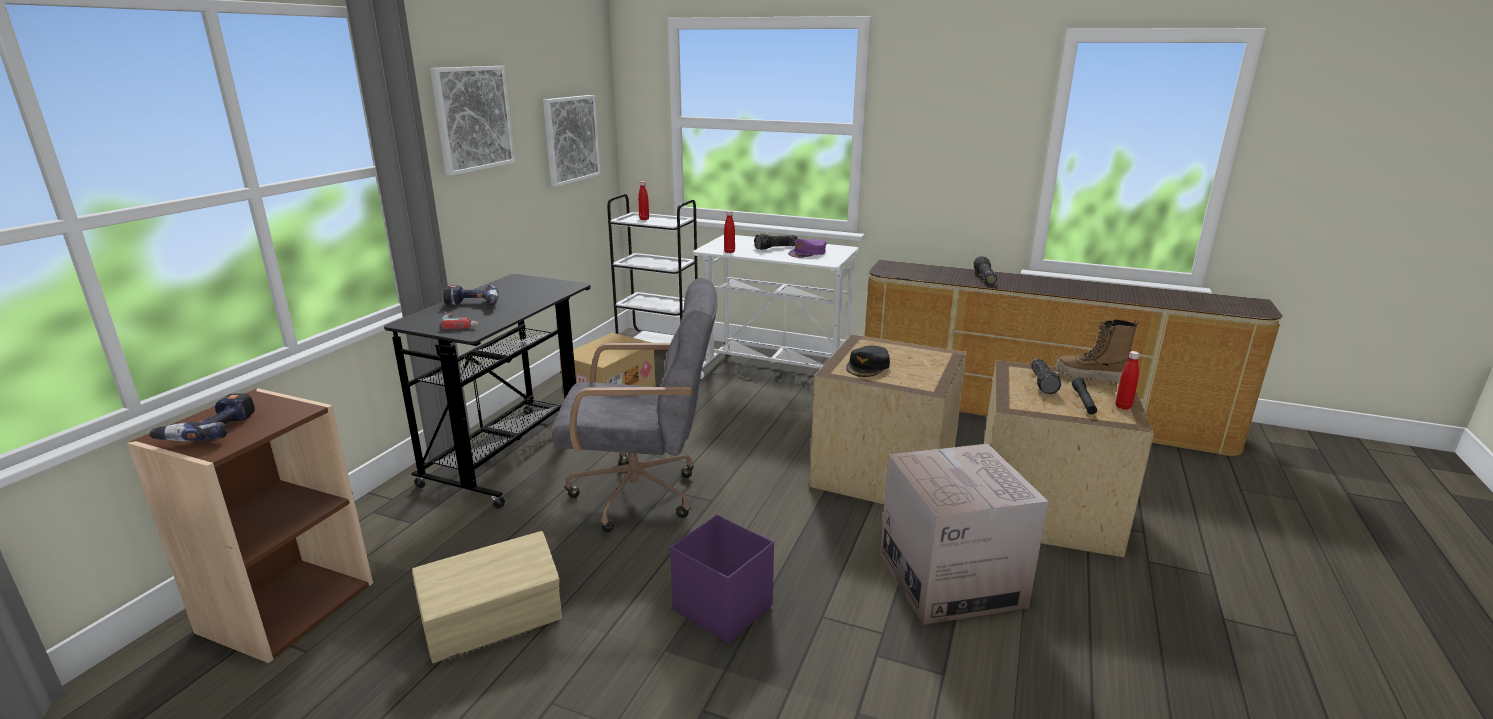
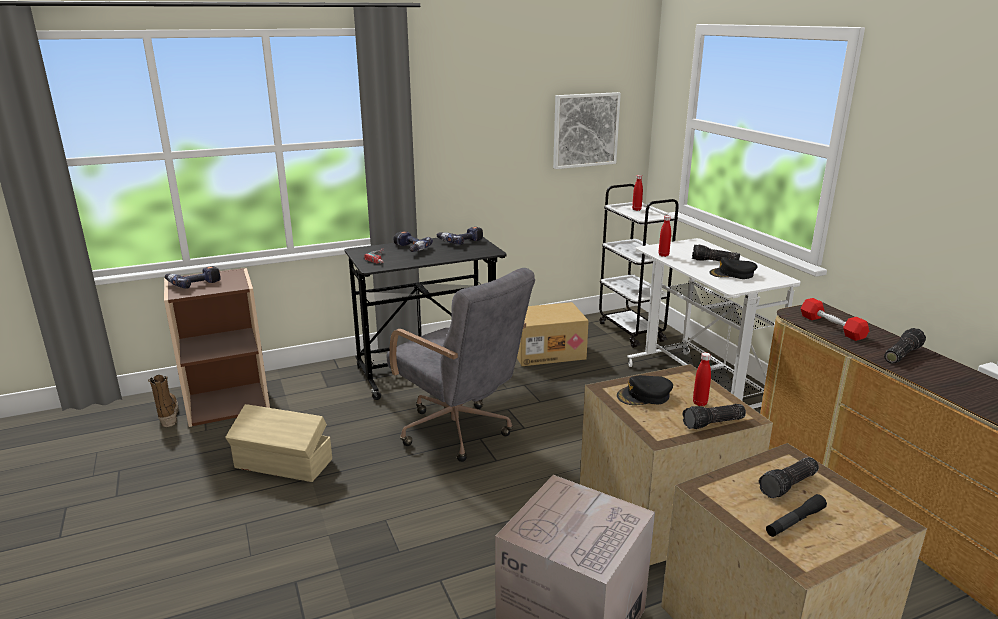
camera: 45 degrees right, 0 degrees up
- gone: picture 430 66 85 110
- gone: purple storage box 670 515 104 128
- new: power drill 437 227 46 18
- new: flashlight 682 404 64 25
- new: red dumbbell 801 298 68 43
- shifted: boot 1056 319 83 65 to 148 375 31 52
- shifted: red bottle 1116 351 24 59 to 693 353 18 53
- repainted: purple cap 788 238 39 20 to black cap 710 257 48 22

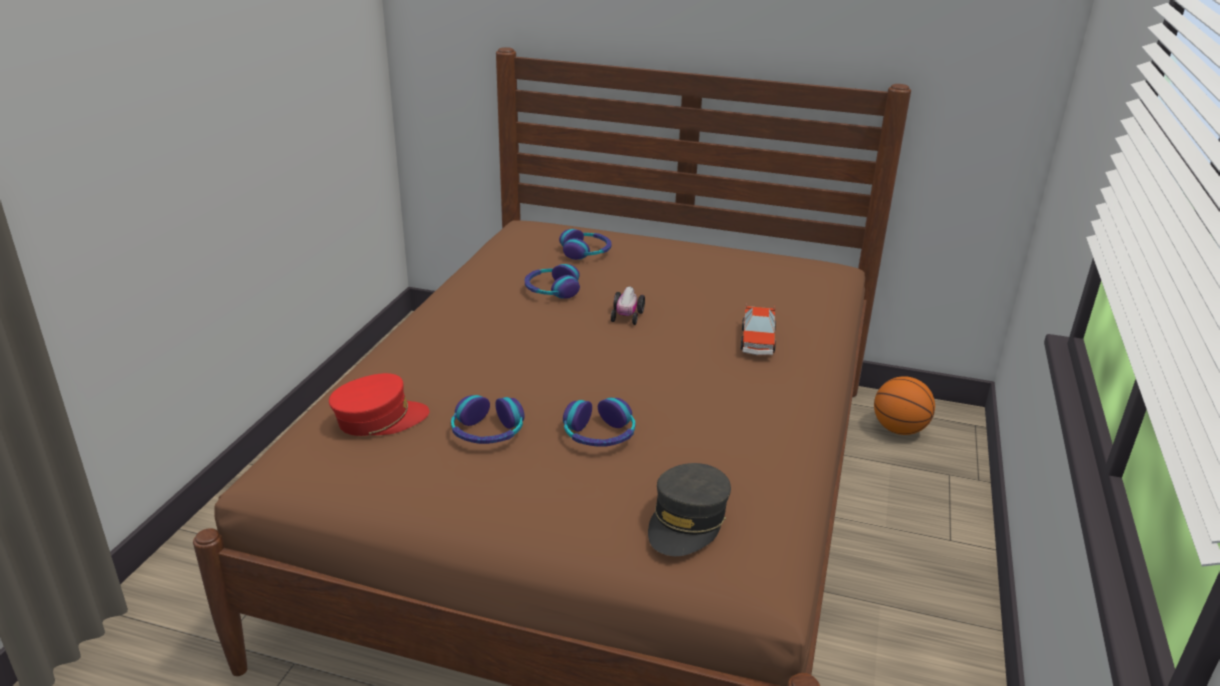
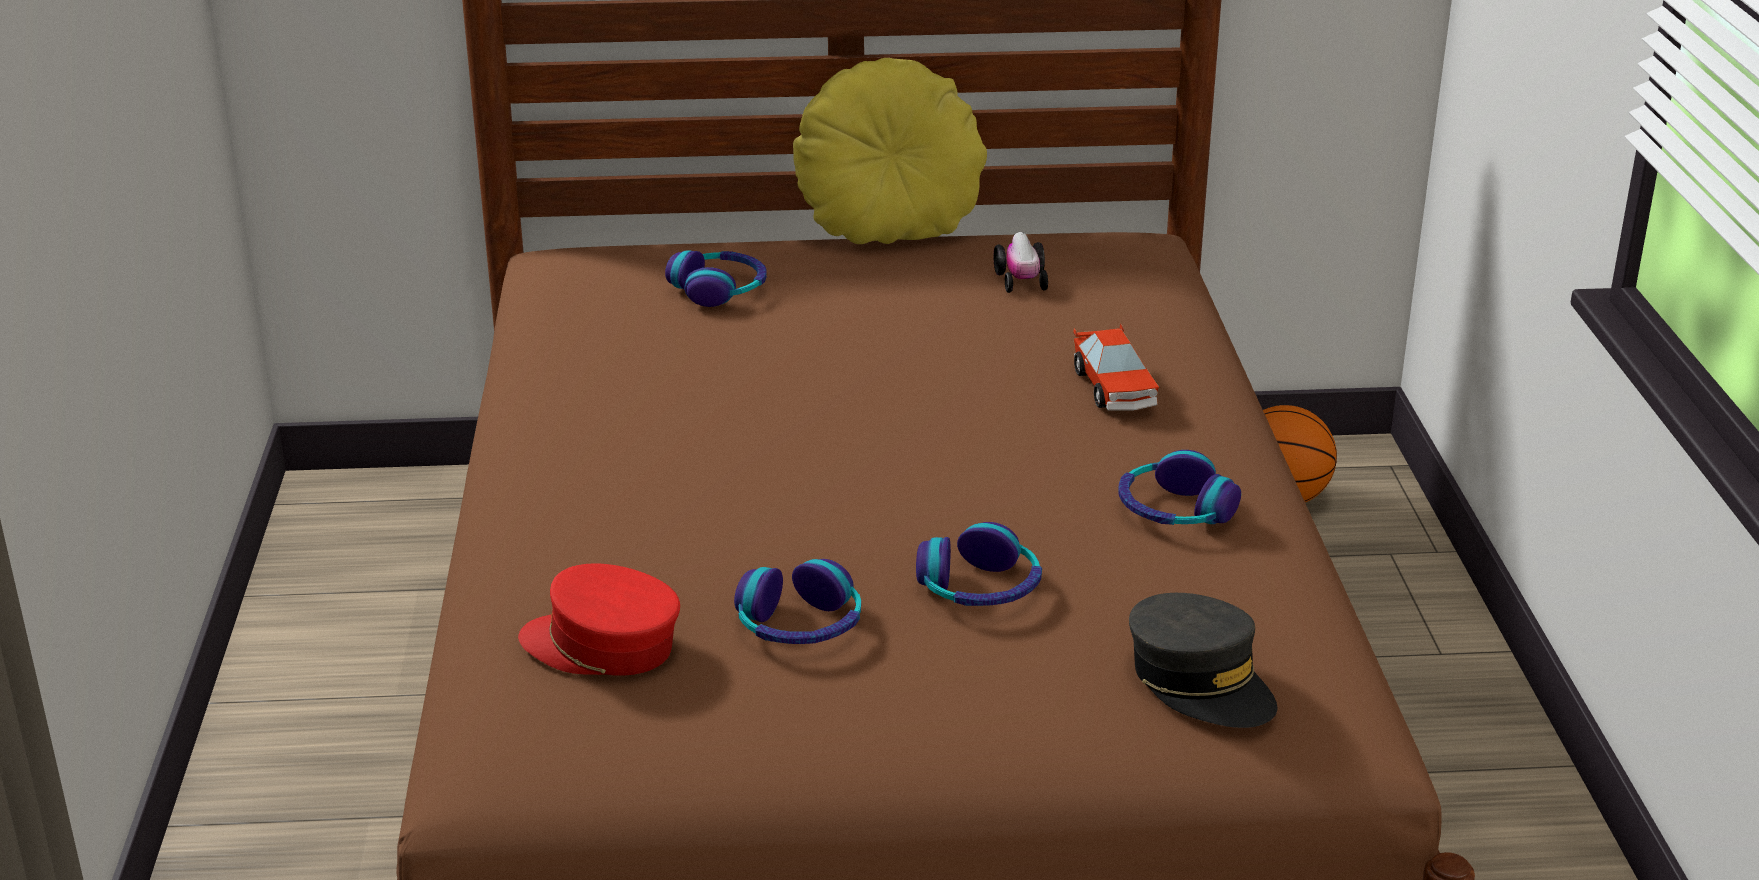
camera: 20 degrees left, 0 degrees up
- new: yellow pillow 793 58 194 186
- shifted: headphones 525 264 55 35 to 1118 450 123 75
- shifted: toy car 611 286 34 39 to 994 232 54 61
- rotated: red cap 329 373 101 63 = 518 563 162 113 120 degrees counterclockwise
- rotated: grey cap 648 463 83 93 = 1129 593 148 135 45 degrees counterclockwise

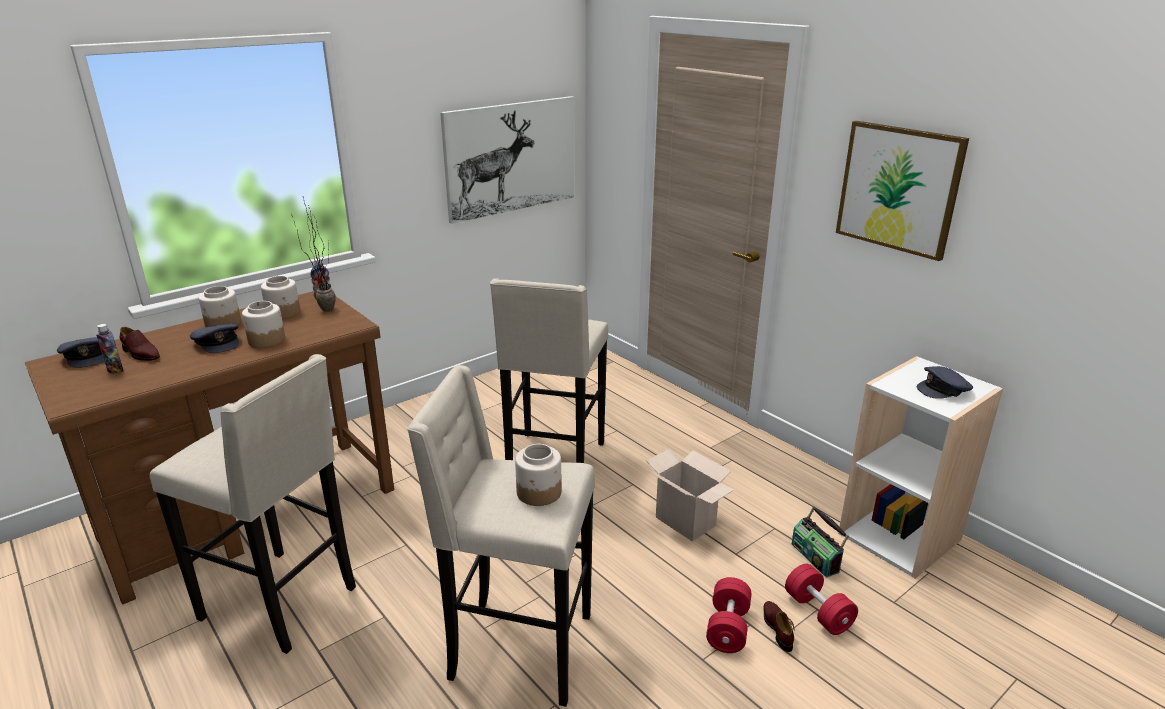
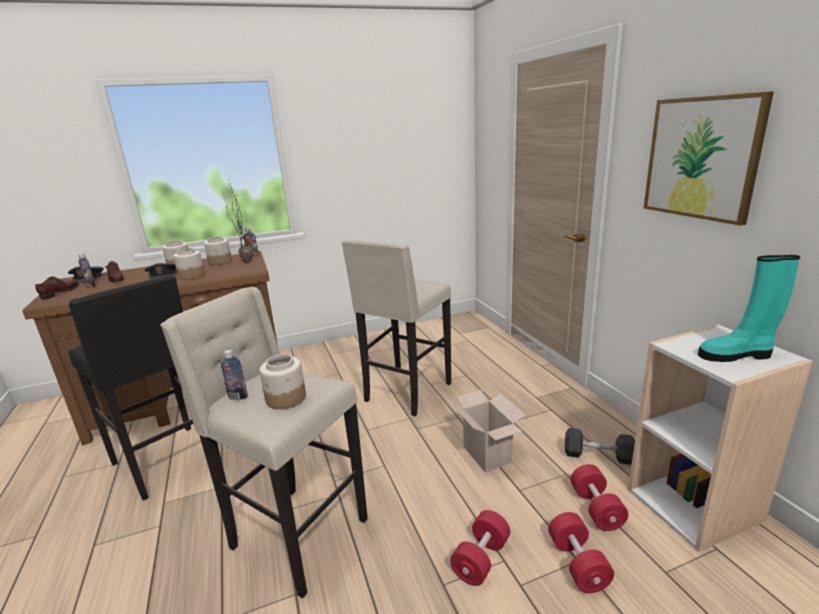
camera: 20 degrees right, 5 degrees down
- gone: picture 440 96 135 128
- new: bottle 221 350 27 50
- new: grey dumbbell 565 428 70 37
- shifted: brown shoe 764 601 31 51 to 35 276 44 24
- swapped: radio 792 506 57 72 to red dumbbell 571 464 57 67
- swapped: grey cap 917 366 56 33 to turquoise boot 698 255 102 107
- repainted: beige stool 150 354 206 300 to black stool 68 275 126 225

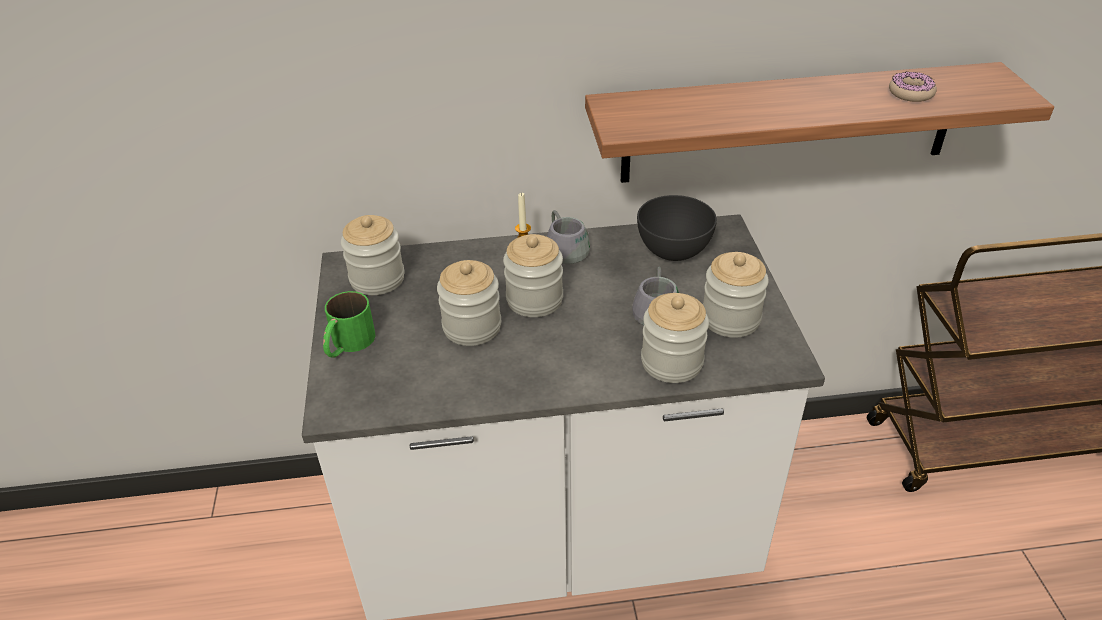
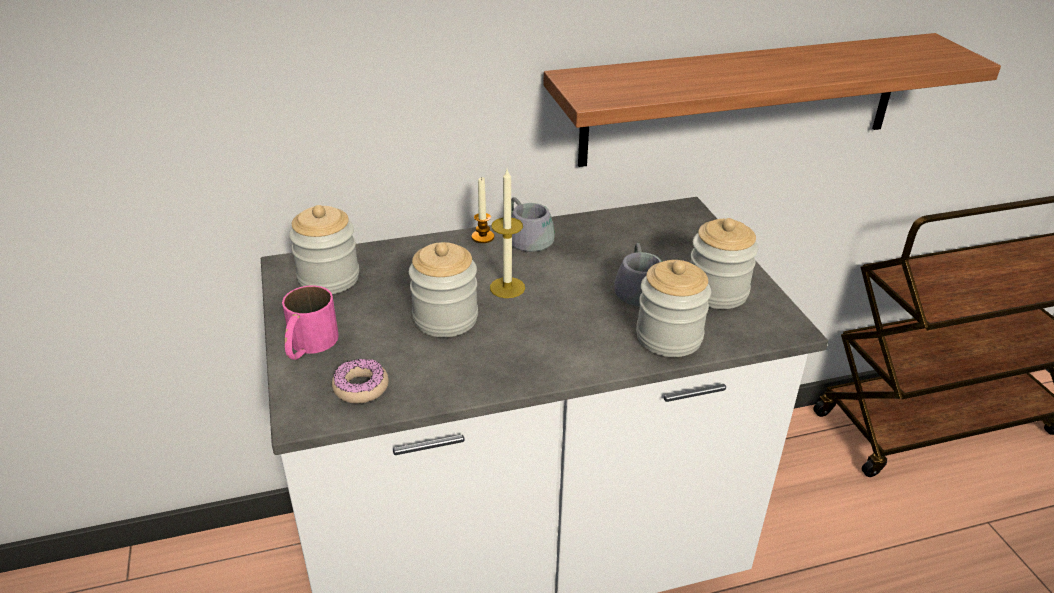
camera: 10 degrees left, 5 degrees down
- gone: grey bowl 637 195 80 66
- shifted: donut 889 72 48 30 to 332 359 57 45
- swapped: jar 503 234 60 83 to candle 490 169 35 129
- repainted: green mug 323 291 52 67 to pink mug 282 286 57 74

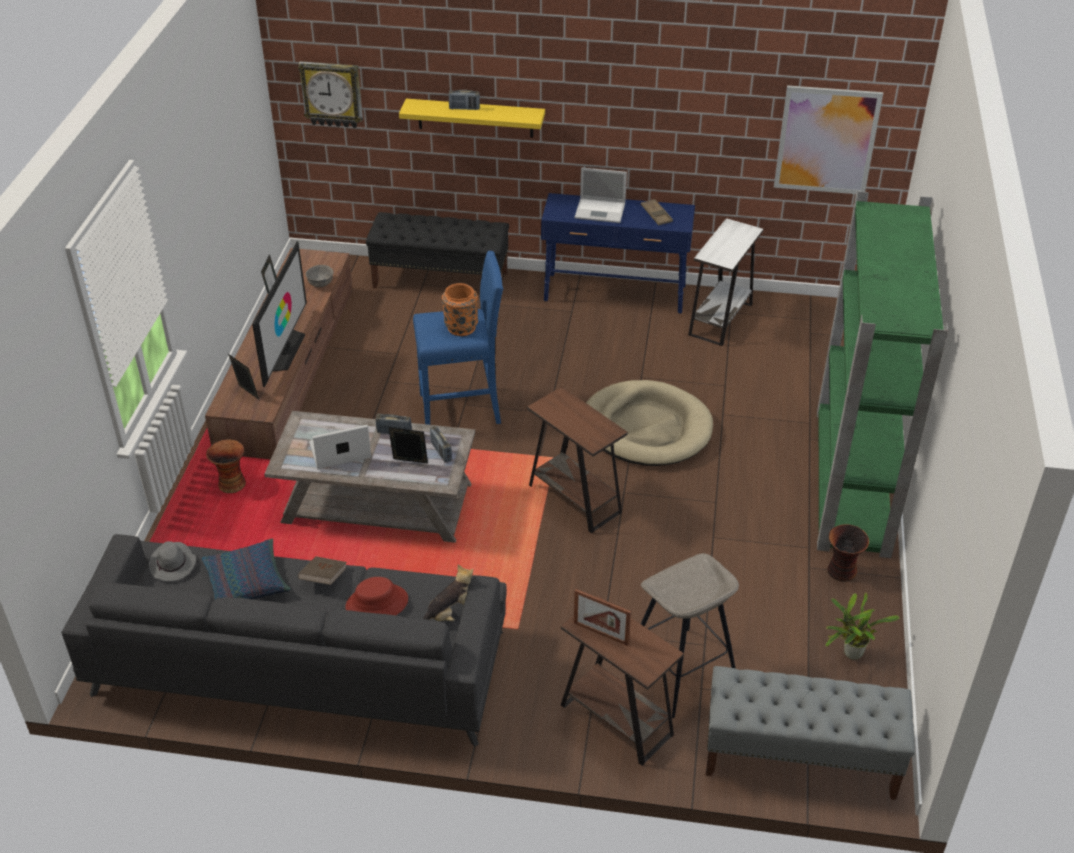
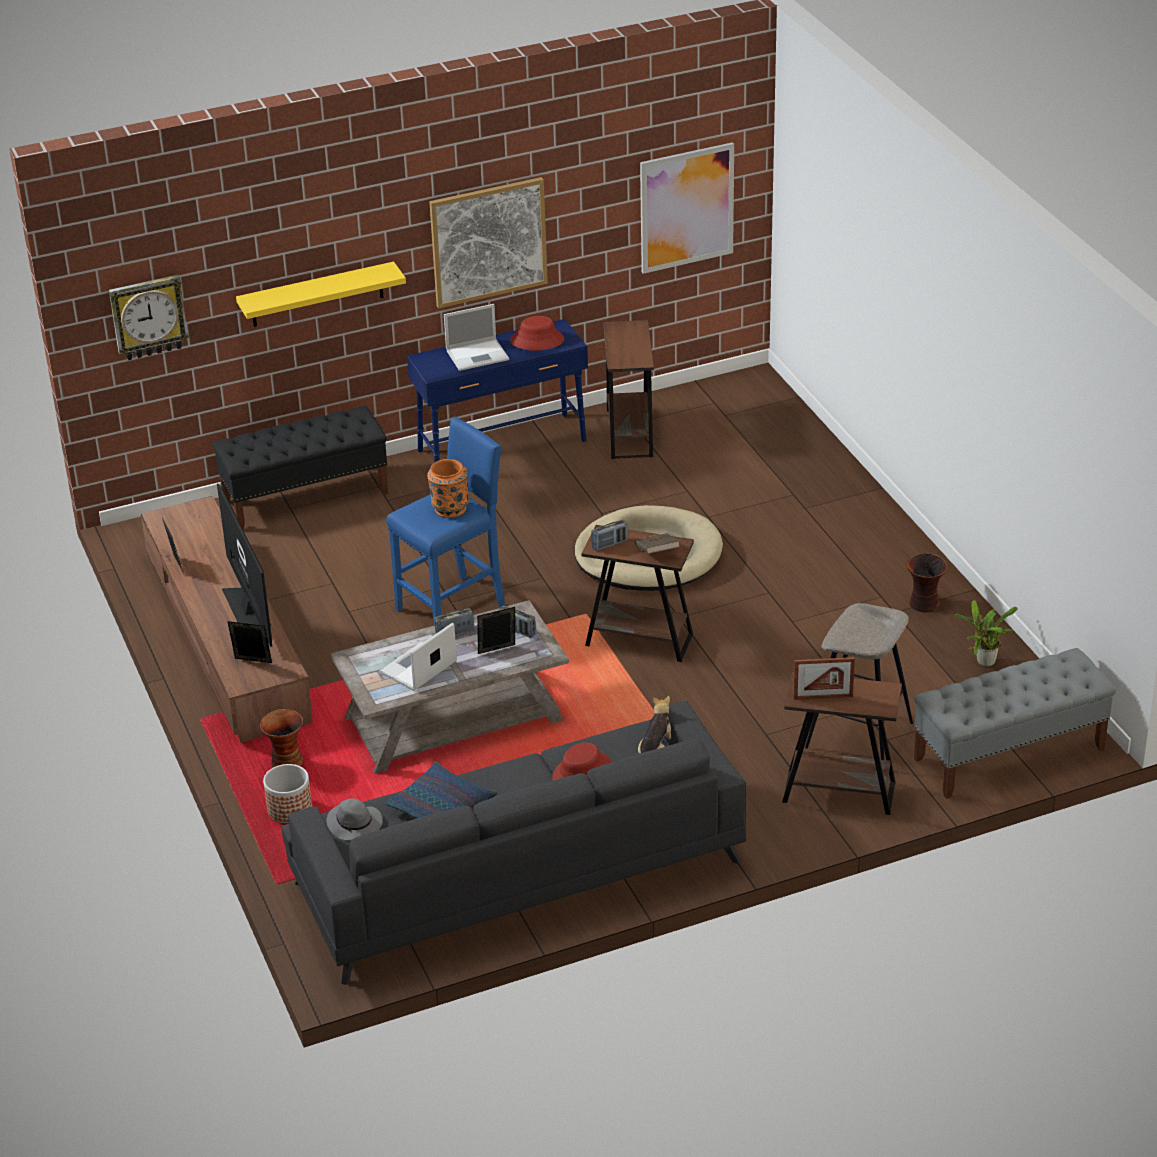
camera: 30 degrees left, 5 degrees down
- gone: grey bowl 306 265 28 22
- gone: green bookcase 817 191 131 367
- new: planter 263 764 49 60
- new: picture 429 177 119 131
- shifted: brown book 298 556 49 29 to 635 533 45 21
- shifted: radio 449 90 31 20 to 591 520 37 31
- swapped: brown tray 641 199 32 26 to red hat 510 316 54 35
- repainted: white side table 688 218 75 128 to brown side table 603 320 51 139

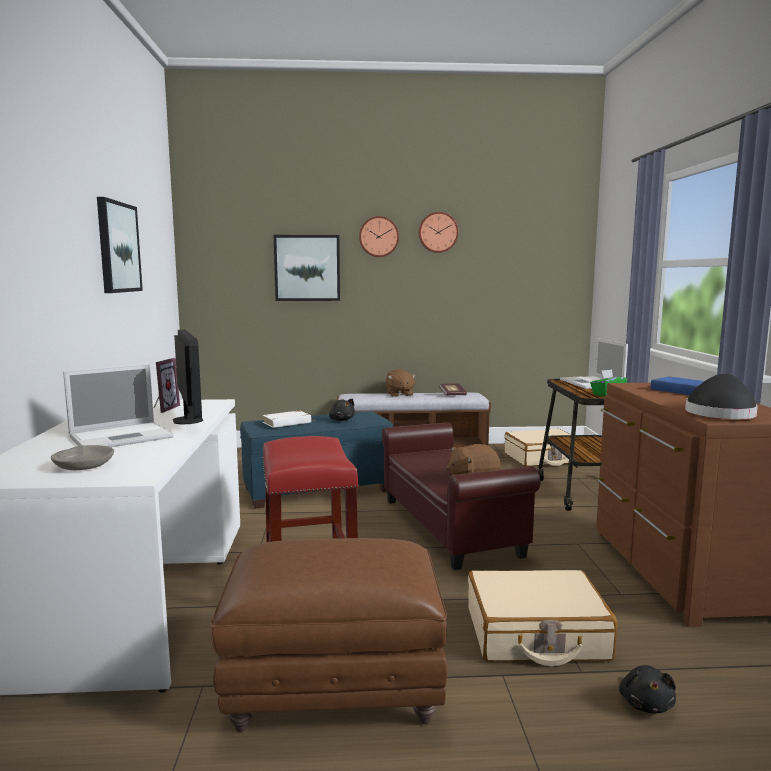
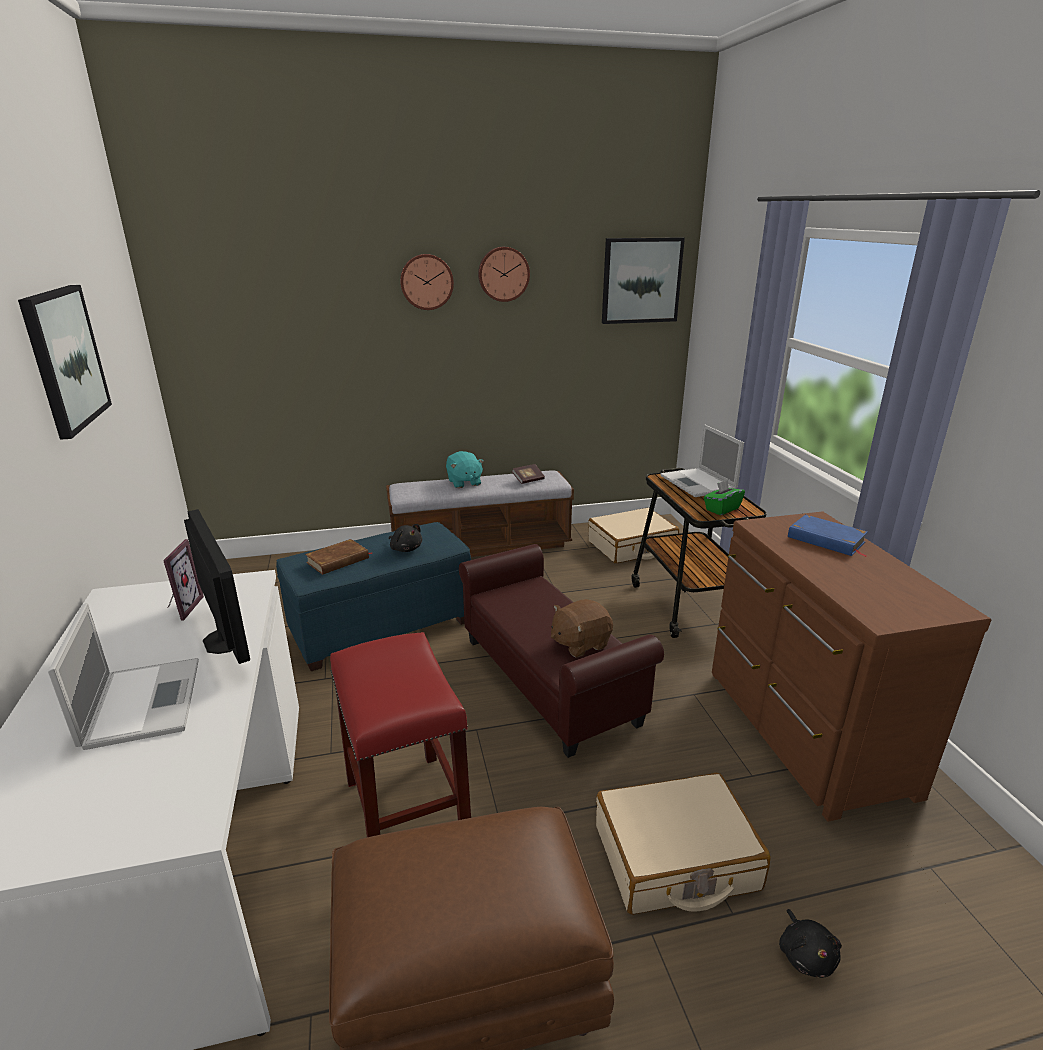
camera: 10 degrees left, 15 degrees up
- gone: grey bowl 51 445 63 25
- gone: black hat 685 374 73 45
- shifted: picture 273 235 67 66 to 602 237 83 87
- repainted: white book 263 410 52 18 to brown book 305 539 67 36
- repainted: brown plush toy 386 369 30 28 to turquoise plush toy 446 451 38 37
- rotated: laptop 63 364 111 83 = 48 603 151 147 60 degrees counterclockwise

